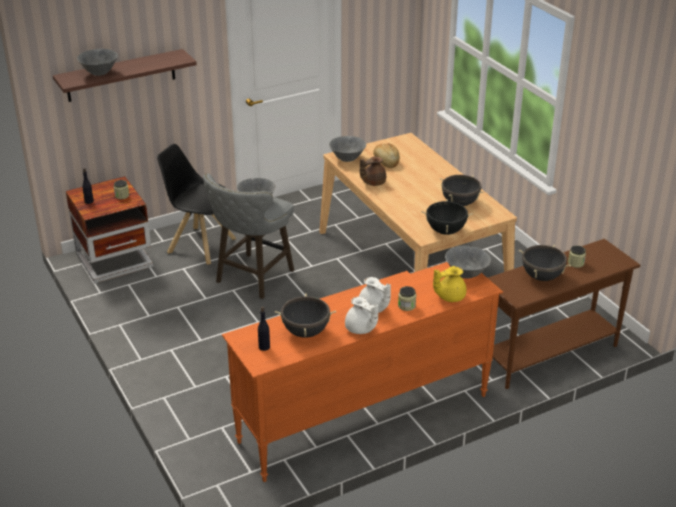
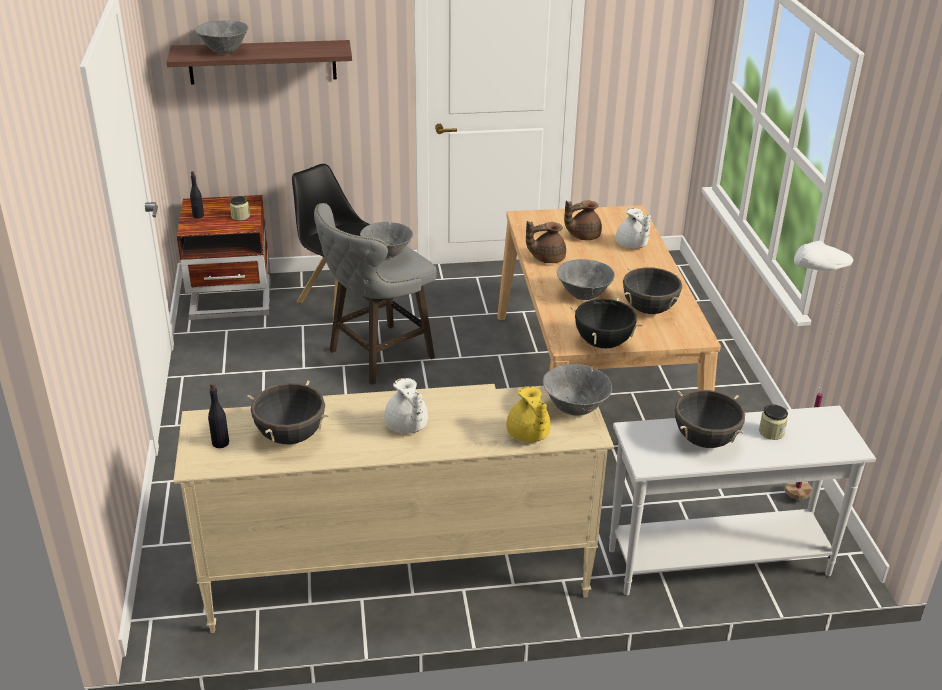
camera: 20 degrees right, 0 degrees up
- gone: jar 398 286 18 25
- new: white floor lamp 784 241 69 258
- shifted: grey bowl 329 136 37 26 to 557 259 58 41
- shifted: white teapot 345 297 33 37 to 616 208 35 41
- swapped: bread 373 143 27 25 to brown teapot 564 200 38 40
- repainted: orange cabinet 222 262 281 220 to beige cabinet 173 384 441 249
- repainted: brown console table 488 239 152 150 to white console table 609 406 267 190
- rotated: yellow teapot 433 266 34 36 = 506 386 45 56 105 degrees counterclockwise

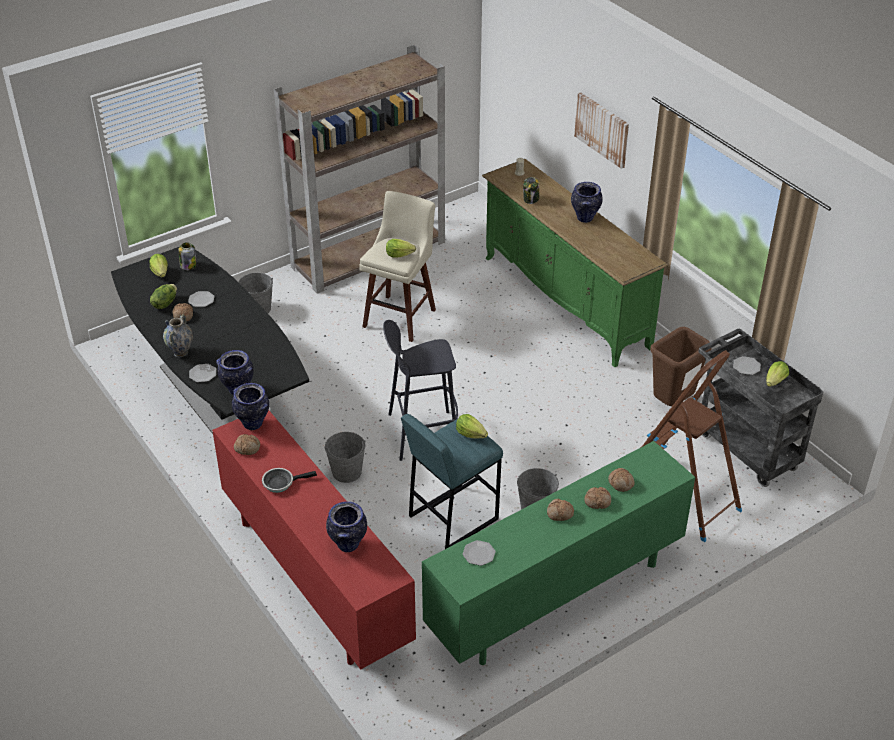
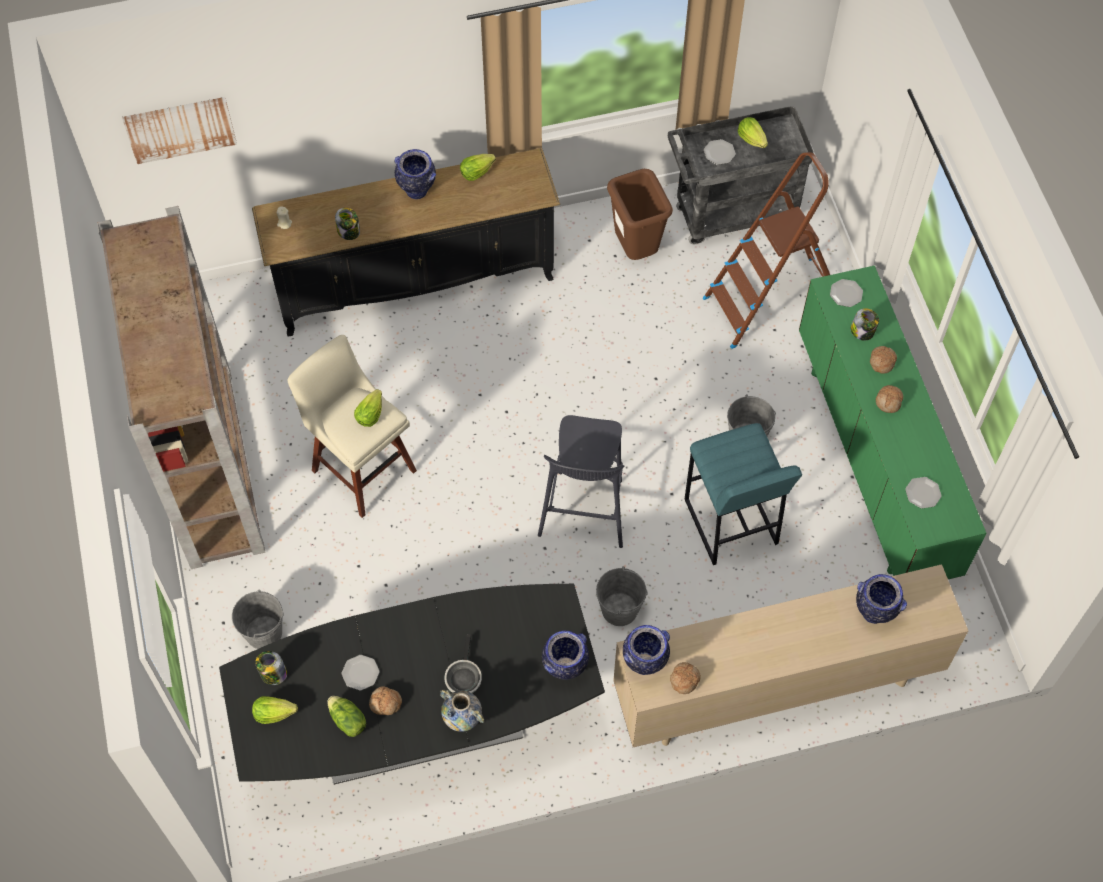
camera: 70 degrees left, 20 degrees up
- shifted: plate 189 364 27 18 to 830 279 33 28
- shifted: frying pan 262 468 55 25 to 444 634 38 59
- shifted: lettuce 456 414 32 25 to 460 154 36 27
- shifted: picture 574 92 55 77 to 122 97 115 67
- swapped: bread 608 468 27 24 to jar 851 308 28 33
- repainted: red cabinet 212 410 204 260 to beige cabinet 613 564 355 183
- repainted: green dresser 482 159 186 208 to black dresser 252 148 308 189

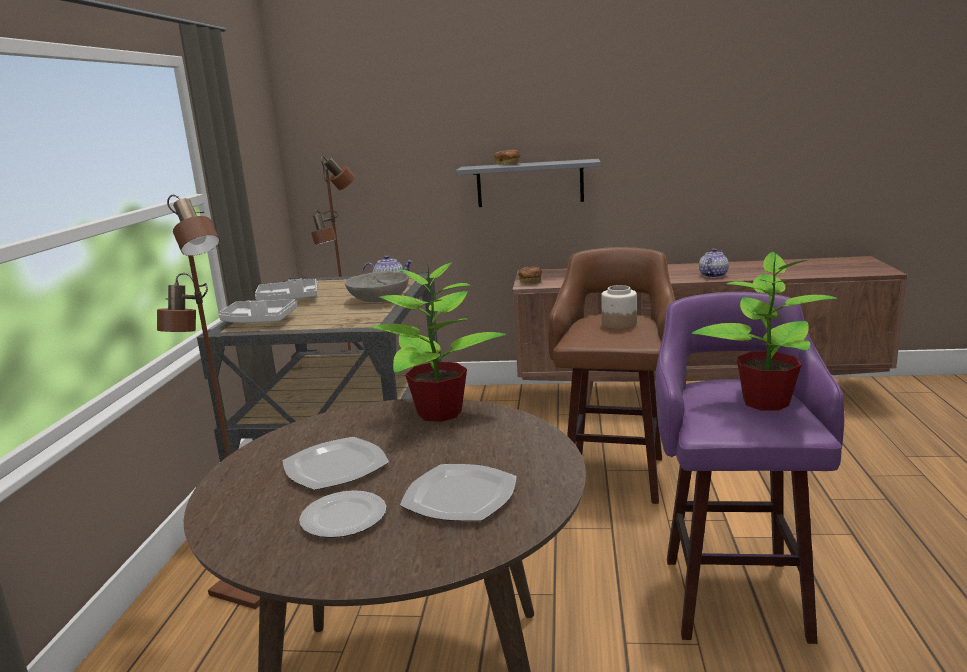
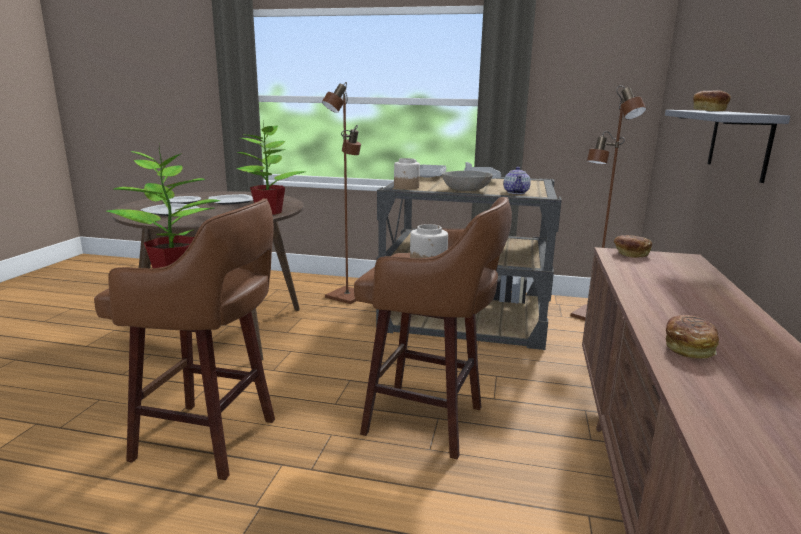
camera: 95 degrees right, 0 degrees up
- new: jar 394 158 26 31
- swapped: teapot 699 248 30 30 to bread 666 315 53 43
- repainted: purple stool 655 292 189 352 to brown stool 94 198 181 282

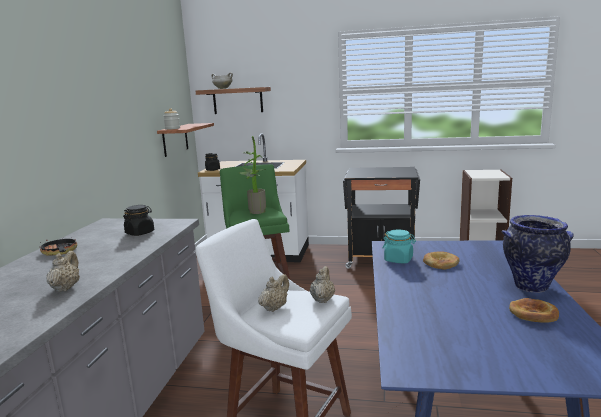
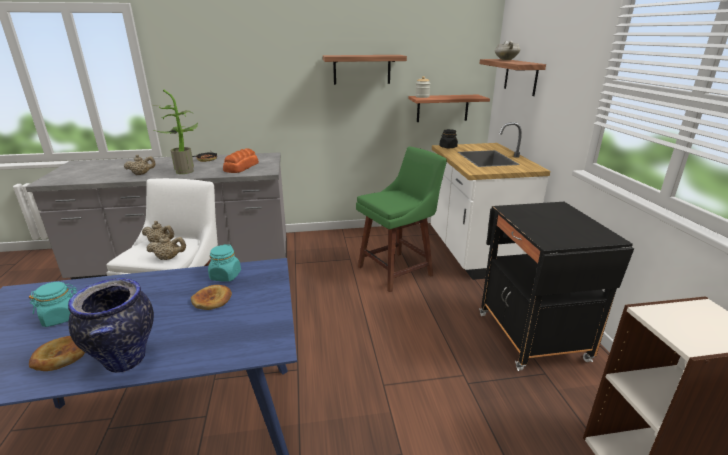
camera: 70 degrees right, 10 degrees up
- new: turquoise jar 29 282 48 45
- new: shelf 323 55 84 30
- shifted: potted plant 240 136 26 78 to 153 90 45 84
- swapped: black jar 123 205 31 31 to bread 223 148 36 25

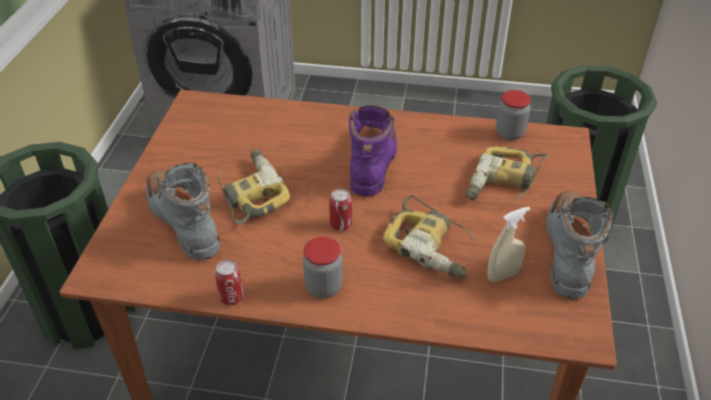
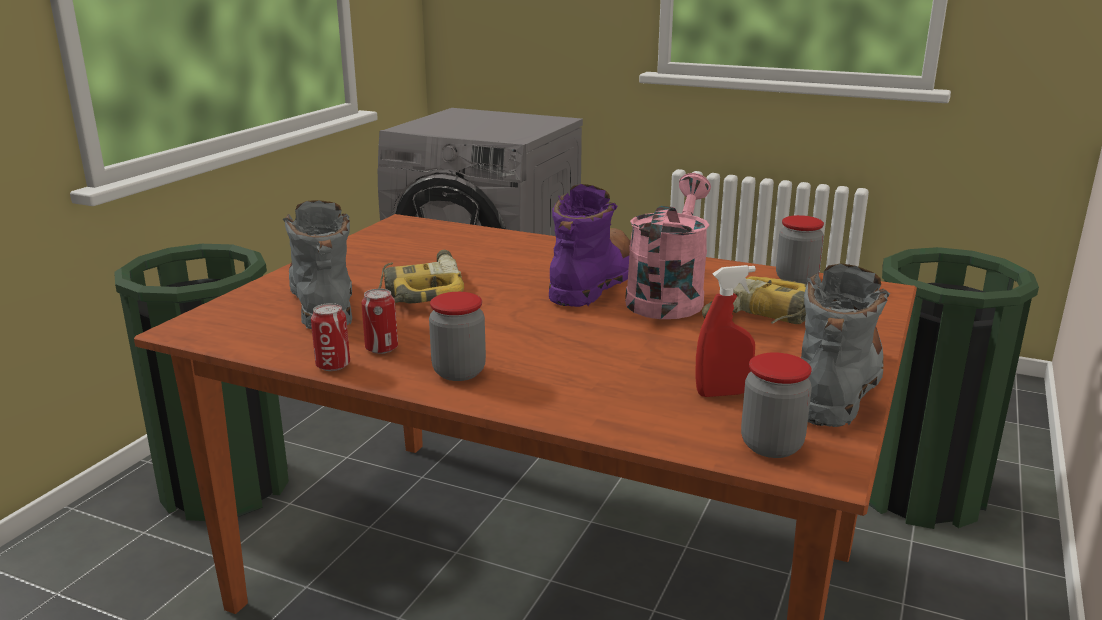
camera: 15 degrees right, 20 degrees down
- gone: power drill 383 195 92 84
- new: pink watering can 625 173 86 146
- new: jar 741 352 71 106
- shifted: can 329 189 23 42 to 362 289 36 65
- repainted: beige spray bottle 487 207 43 75 to red spray bottle 696 265 60 132

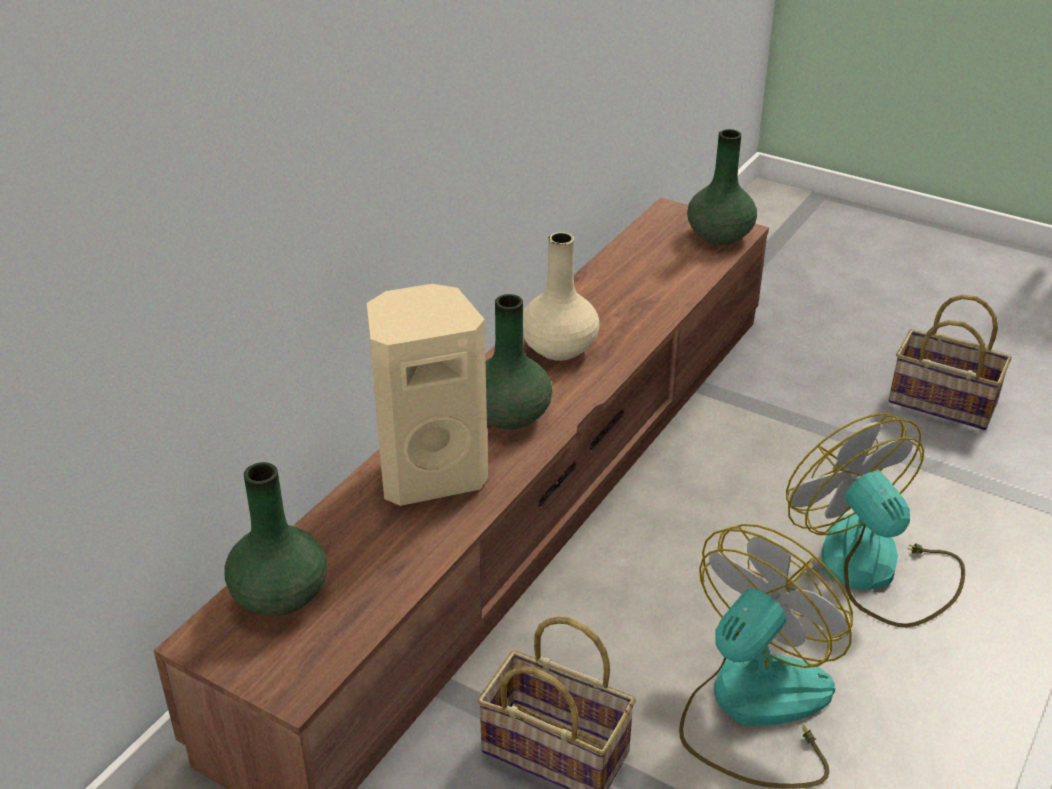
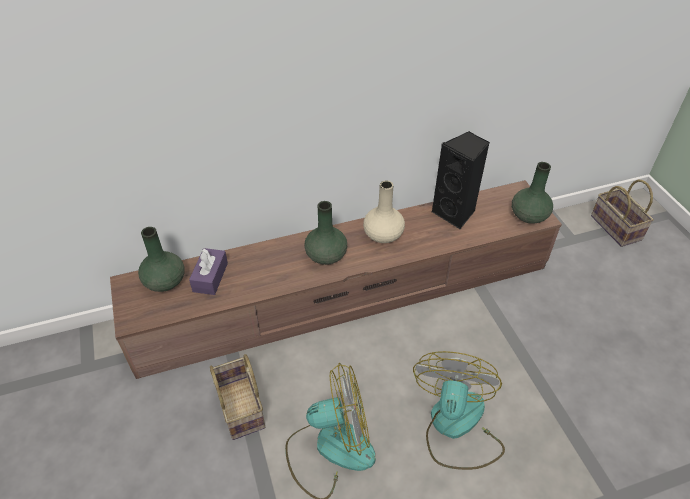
camera: 40 degrees right, 10 degrees up
- gone: beige speaker 367 284 121 222
- new: purple tissue box 189 248 39 47
- new: black speaker 432 131 58 98
- shifted: basket 888 295 124 135 to 591 180 63 67

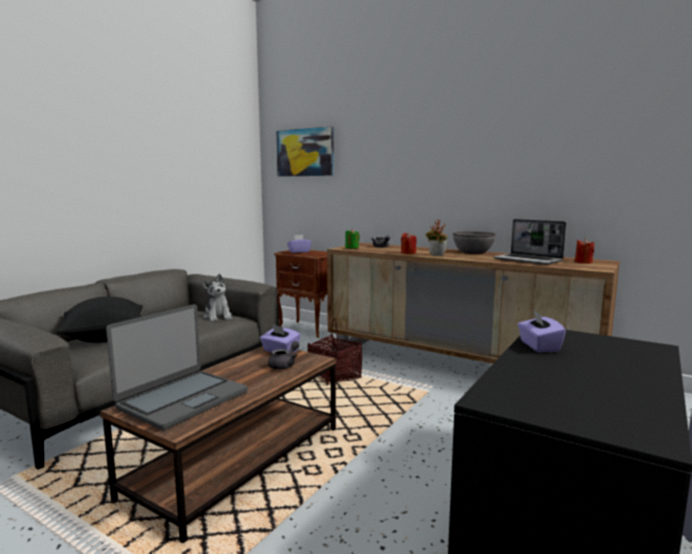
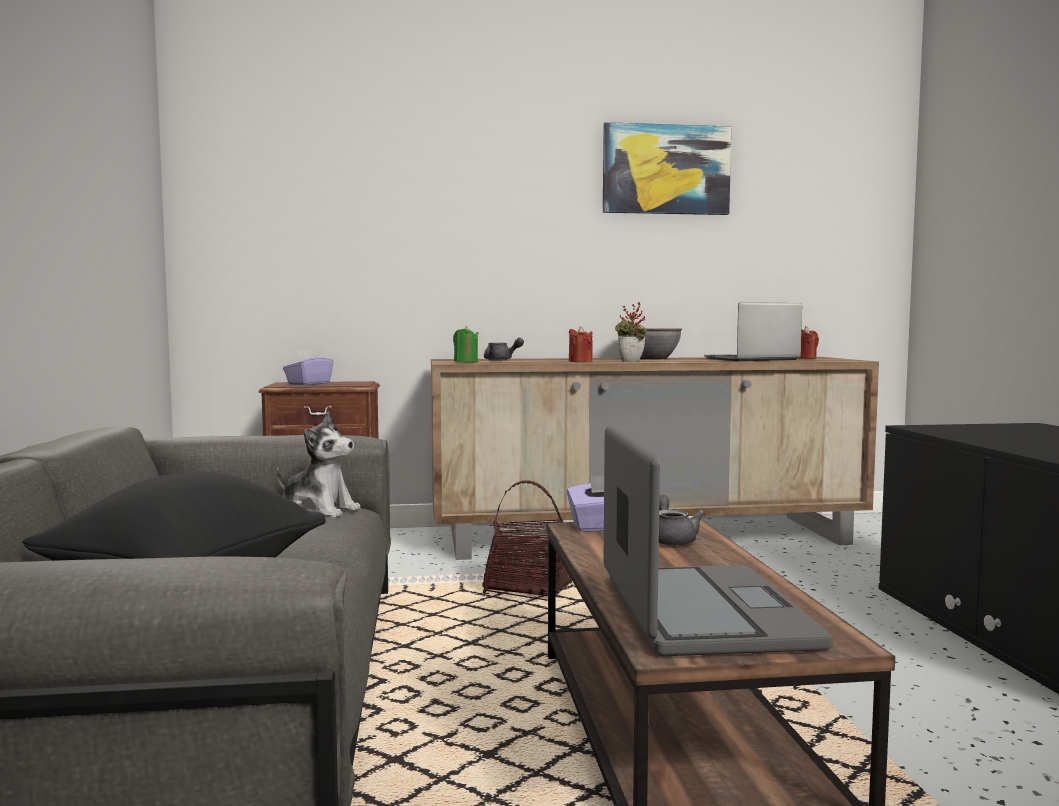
camera: 40 degrees left, 5 degrees down
- gone: purple tissue box 518 310 48 42
- shifted: picture 276 126 58 51 to 603 122 128 93
- rotated: laptop 494 219 72 46 = 704 302 98 59 150 degrees clockwise

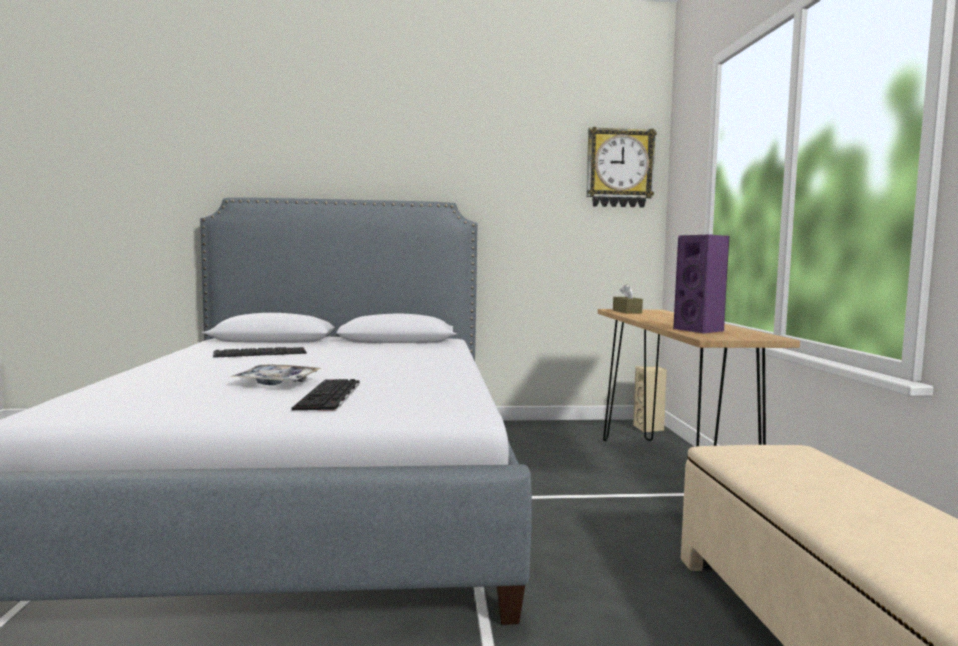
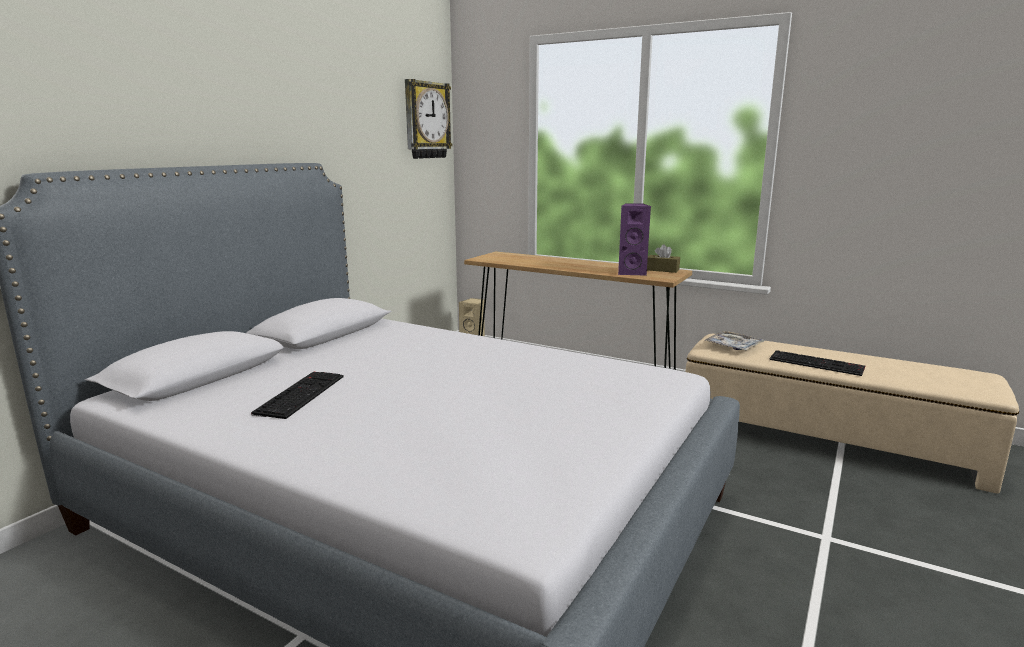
camera: 55 degrees left, 10 degrees up
- shifted: tray 230 364 91 21 to 704 331 61 19
- shifted: keyboard 292 379 67 32 to 769 350 96 26
- shifted: brown tissue box 613 284 30 29 to 647 244 33 29

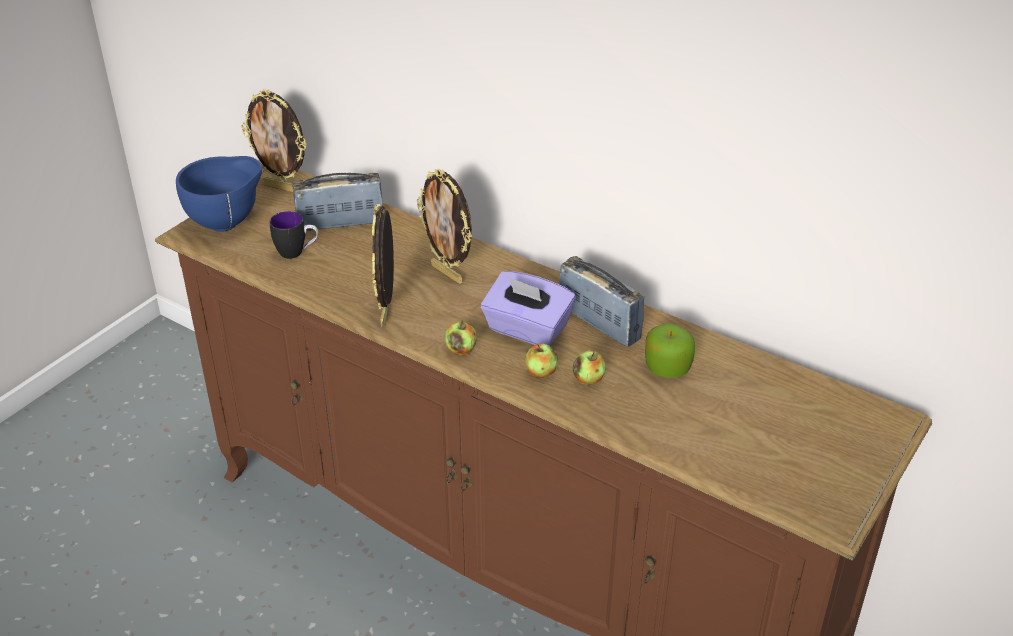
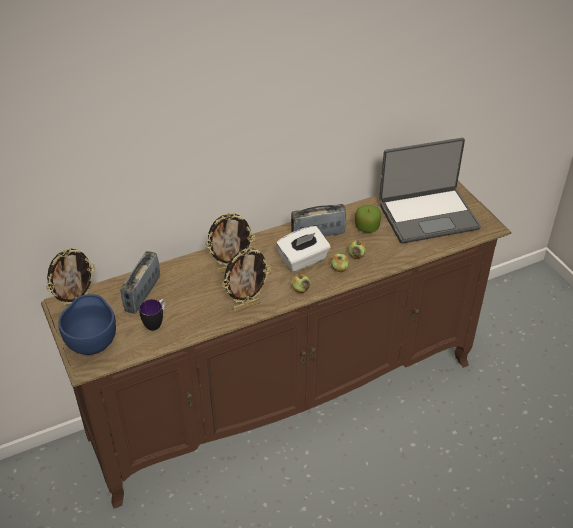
camera: 60 degrees left, 5 degrees up
- new: laptop 379 138 102 106
- repainted: purple tissue box 481 271 95 75 to white tissue box 276 226 55 46
- rotated: picture frame 372 204 22 123 = 222 248 49 63 60 degrees counterclockwise

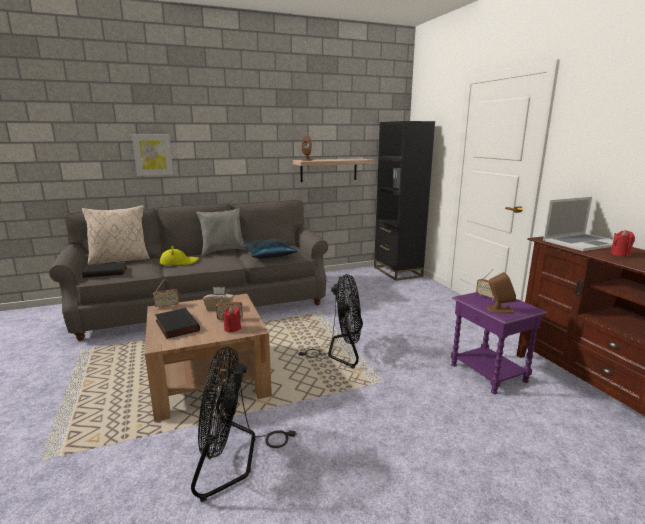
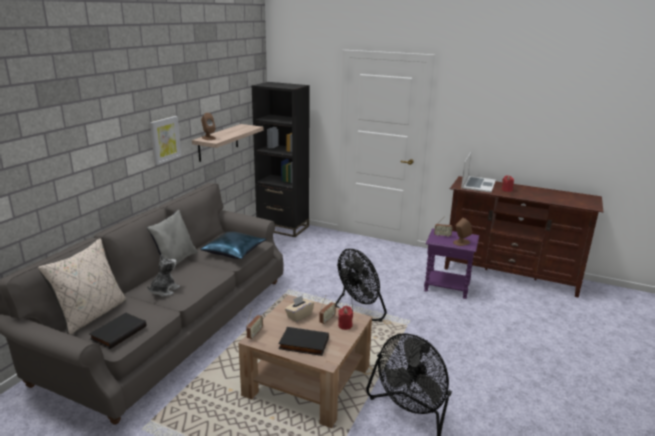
camera: 45 degrees left, 5 degrees up
- shifted: picture 132 135 41 41 to 150 116 31 49
- swapped: yellow hat 160 245 39 20 to plush toy 147 254 33 43

